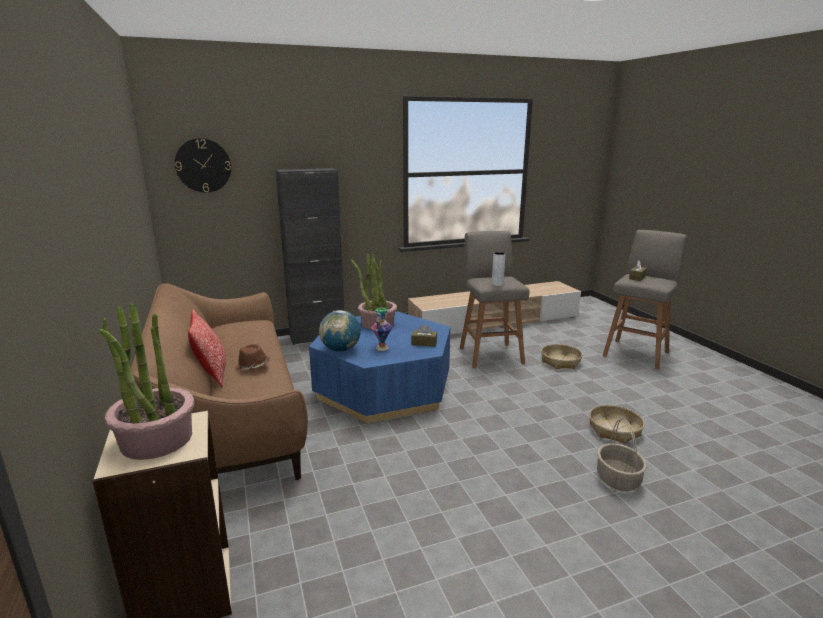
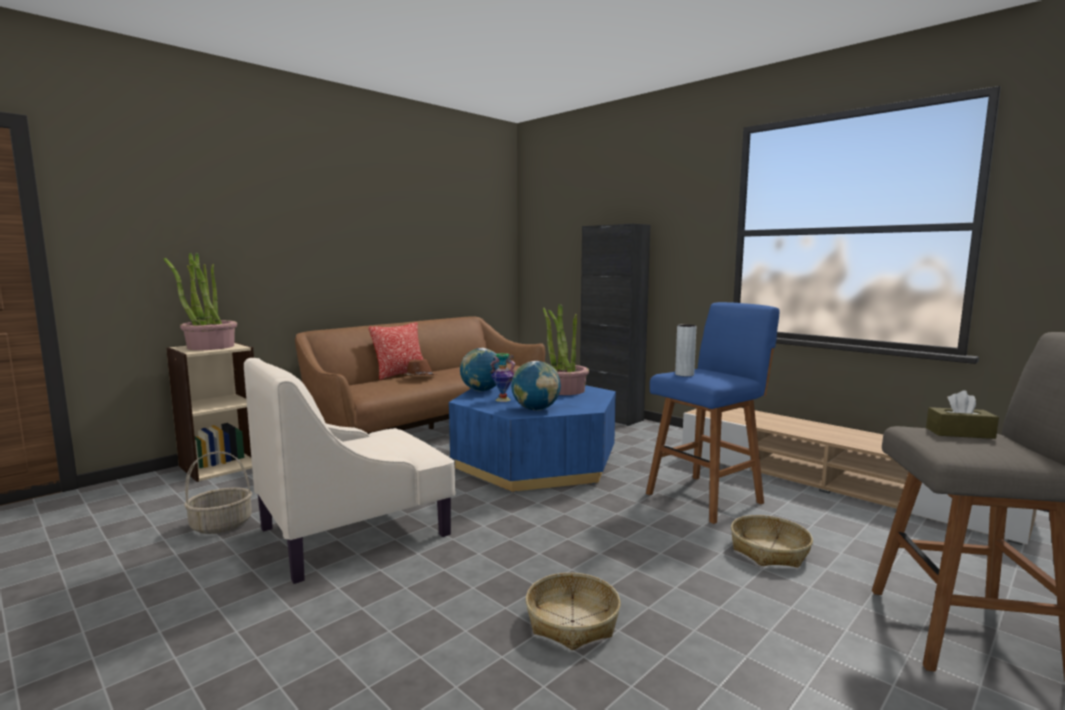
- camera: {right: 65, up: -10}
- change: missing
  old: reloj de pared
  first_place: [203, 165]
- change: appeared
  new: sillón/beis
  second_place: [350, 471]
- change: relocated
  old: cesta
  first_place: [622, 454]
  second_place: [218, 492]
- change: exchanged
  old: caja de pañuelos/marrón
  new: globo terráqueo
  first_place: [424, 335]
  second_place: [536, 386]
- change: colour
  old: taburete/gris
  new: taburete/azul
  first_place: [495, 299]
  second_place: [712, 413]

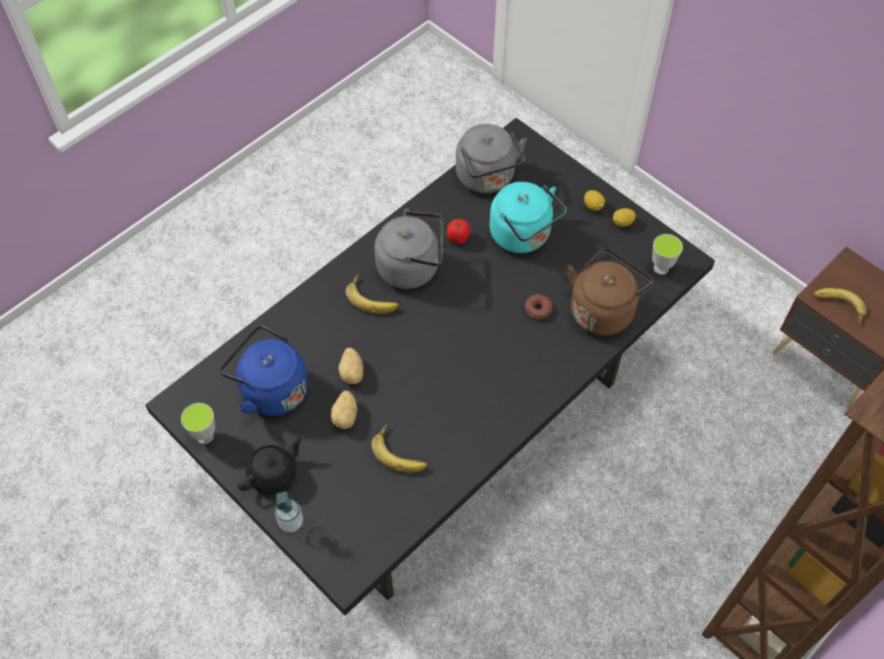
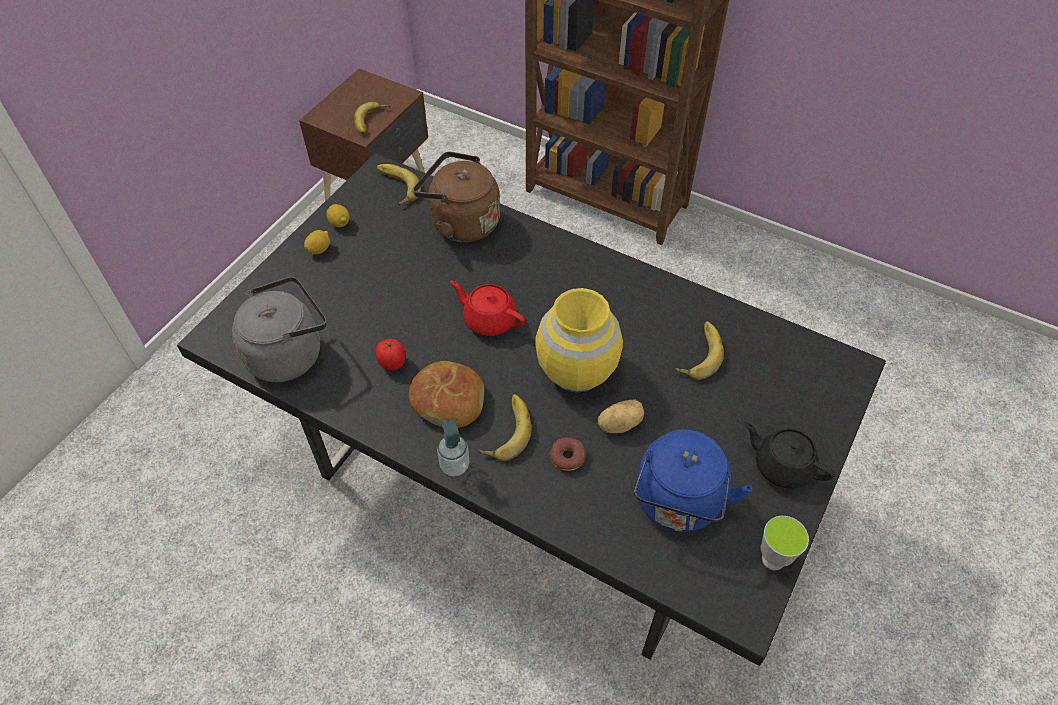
- camera: {right: -105, up: -5}
- change: missing
  old: patata
  first_place: [344, 410]
- change: missing
  old: hervidor/turquesa
  first_place: [528, 217]
- change: appeared
  new: tetera/rojo
  second_place: [487, 308]
- change: appeared
  new: florero/amarillo
  second_place: [579, 340]
- change: relocated
  old: dispensador de jabón
  first_place: [289, 512]
  second_place: [453, 448]
- change: relocated
  old: rosquilla
  first_place: [539, 306]
  second_place: [568, 454]
- change: exchanged
  old: hervidor/gris
  new: pan
  first_place: [409, 248]
  second_place: [446, 394]
- change: exchanged
  old: taza
  new: plátano
  first_place: [667, 254]
  second_place: [399, 184]

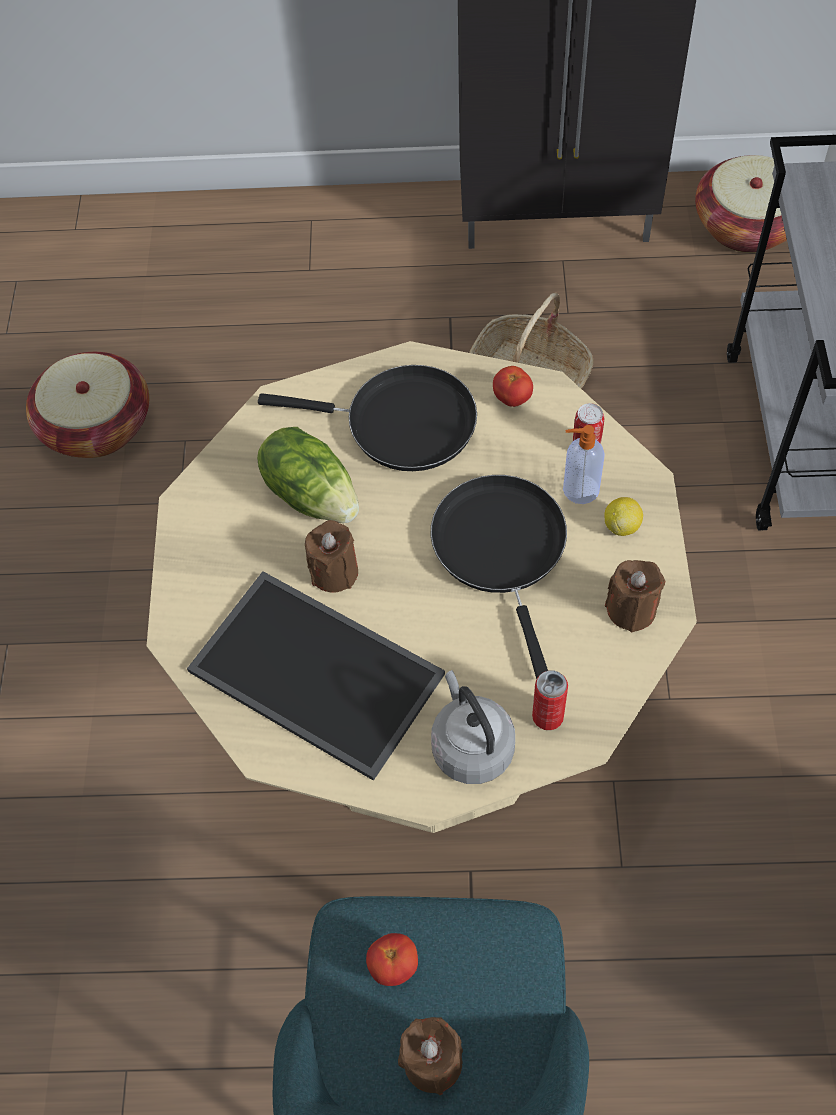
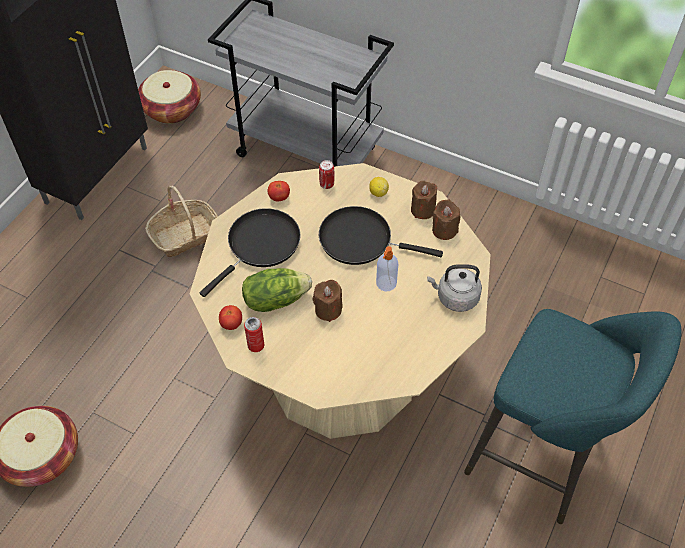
- camera: {right: -65, up: -5}
- change: missing
  old: bandeja
  first_place: [316, 676]
- change: relocated
  old: tomate
  first_place: [392, 959]
  second_place: [230, 317]
- change: relocated
  old: vela/marrón
  first_place: [430, 1056]
  second_place: [446, 219]
- change: relocated
  old: lata
  first_place: [550, 700]
  second_place: [254, 334]
- change: relocated
  old: dispensador de jabón
  first_place: [584, 464]
  second_place: [387, 268]

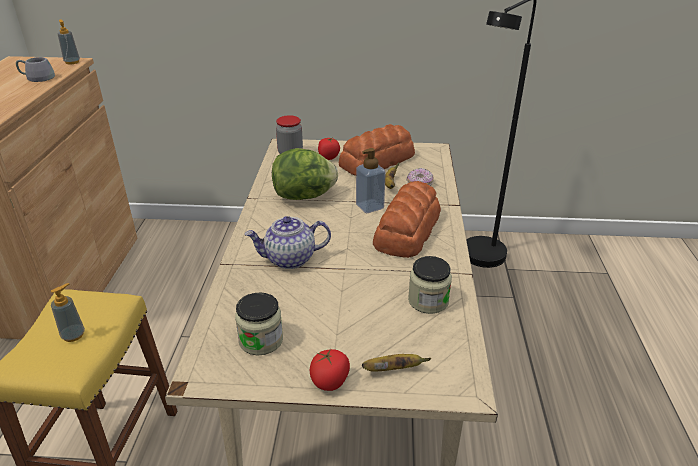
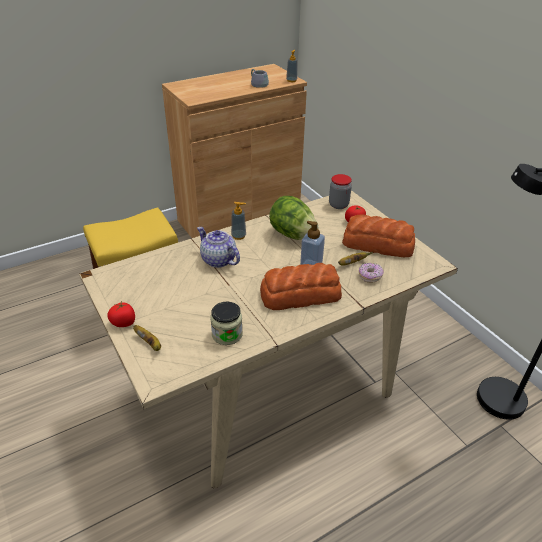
- camera: {right: 55, up: 5}
- change: missing
  old: tarro
  first_place: [259, 324]
- change: relocated
  old: dispensador de jabón
  first_place: [68, 312]
  second_place: [238, 221]

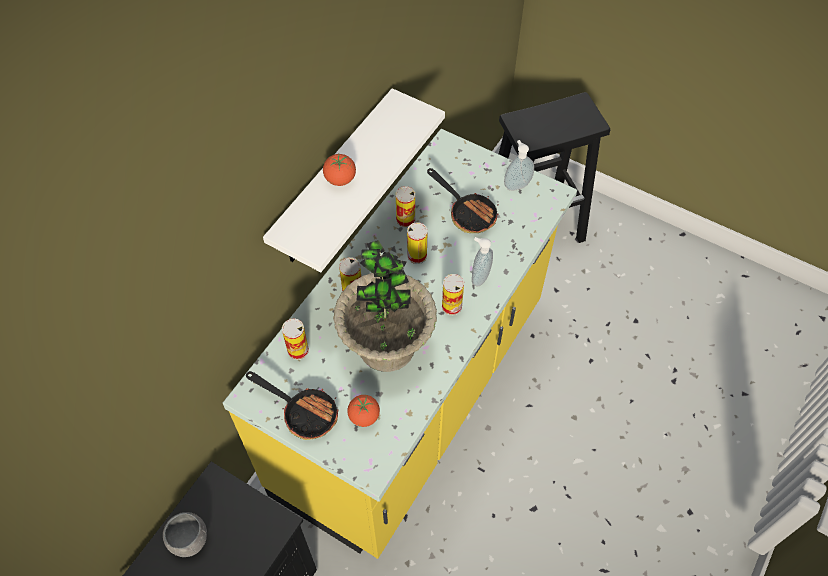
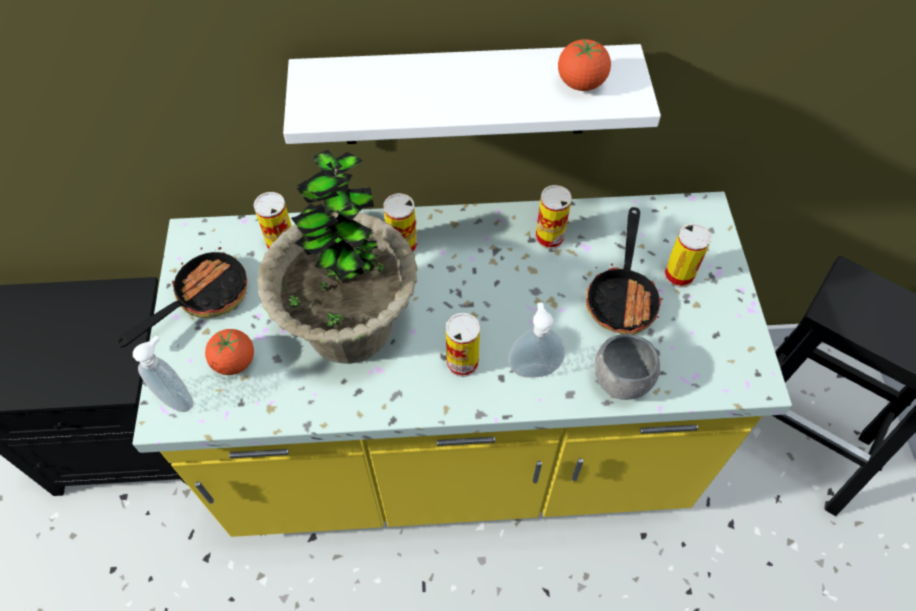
- camera: {right: 55, up: 0}
- change: relocated
  old: cuenco/gris
  first_place: [185, 534]
  second_place: [627, 367]
- change: relocated
  old: tomate
  first_place: [339, 170]
  second_place: [584, 64]
- change: relocated
  old: lata
  first_place: [417, 243]
  second_place: [688, 255]
- change: relocated
  old: dispensador de jabón
  first_place: [519, 165]
  second_place: [163, 374]
- change: spun
  old: sartén
  first_place: [292, 405]
  second_place: [181, 294]
  degrees: -135

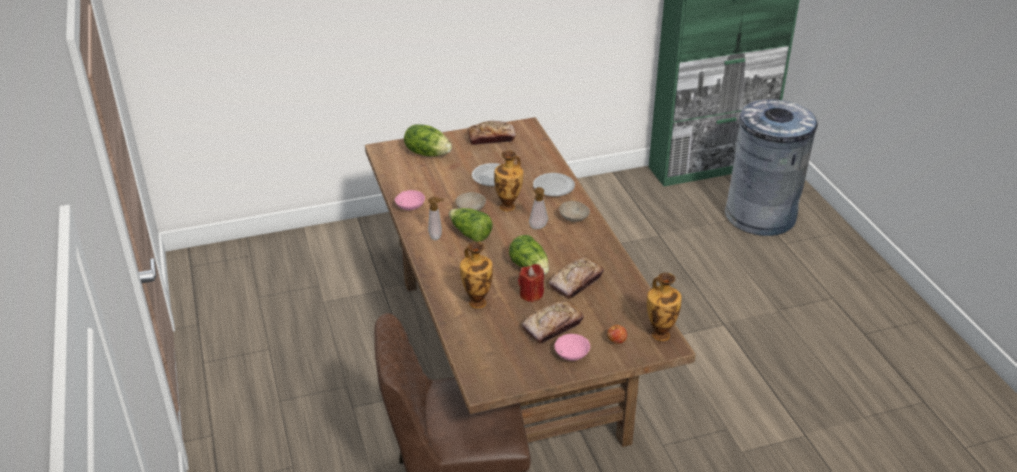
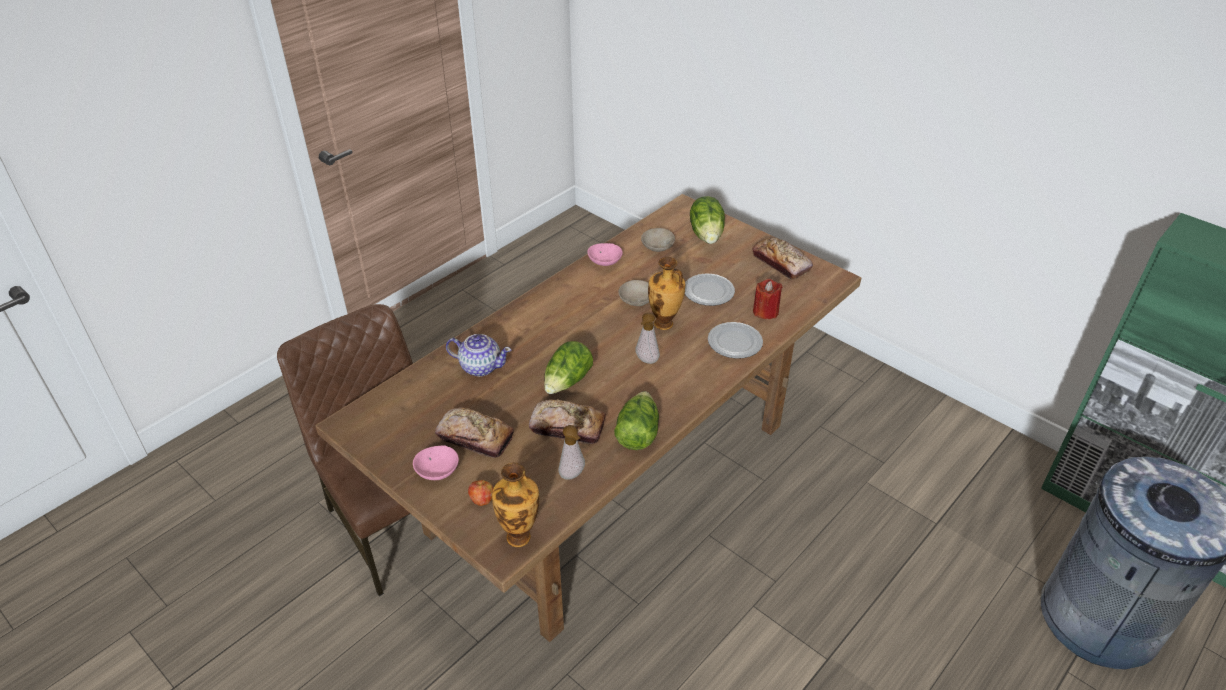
- camera: {right: 60, up: 5}
- change: relocated
  old: dispensador de jabón
  first_place: [436, 218]
  second_place: [571, 452]
- change: relocated
  old: lechuga
  first_place: [471, 225]
  second_place: [636, 420]
- change: relocated
  old: vela/rojo
  first_place: [531, 283]
  second_place: [767, 299]
- change: relocated
  old: cuenco/beis
  first_place: [574, 211]
  second_place: [658, 240]
- change: exchanged
  old: florero
  new: tetera
  first_place: [476, 275]
  second_place: [478, 355]

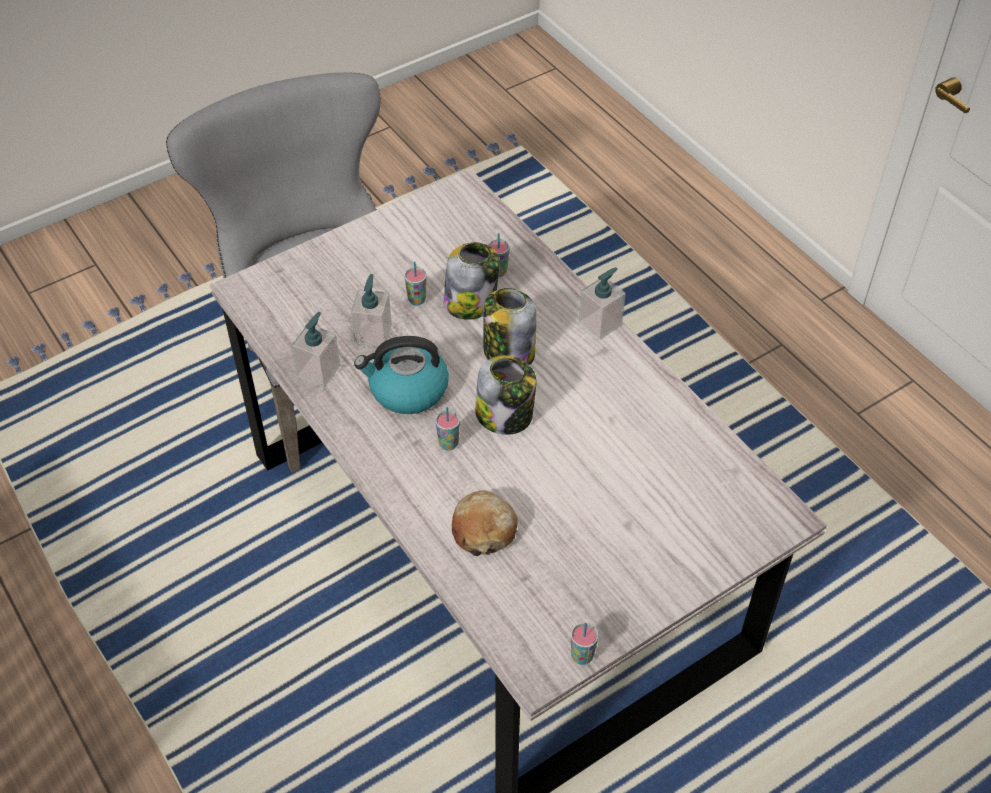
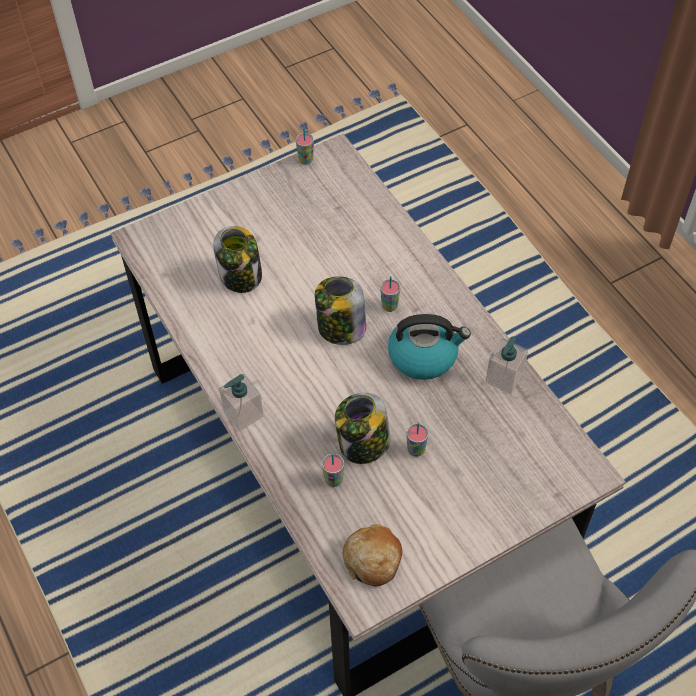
- camera: {right: -175, up: 5}
- change: missing
  old: dispensador de jabón
  first_place: [371, 310]
- change: relocated
  old: pan
  first_place: [485, 523]
  second_place: [372, 555]
- change: relocated
  old: tarro
  first_place: [509, 326]
  second_place: [237, 259]

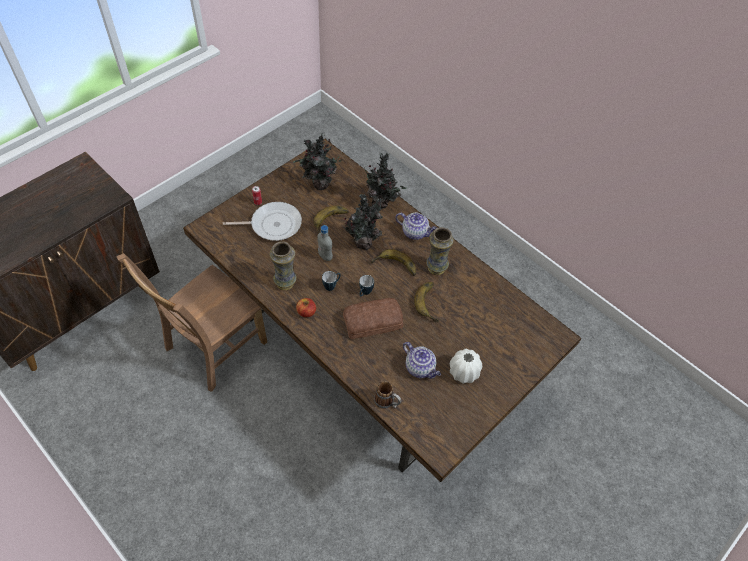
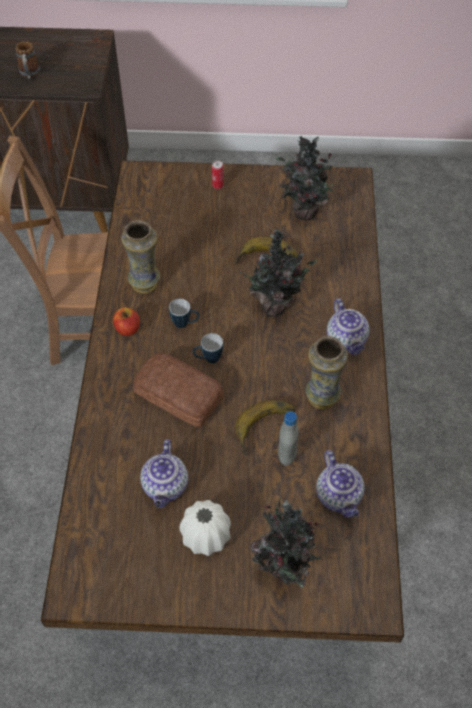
- camera: {right: 50, up: 0}
- change: missing
  old: sartén
  first_place: [262, 221]
- change: missing
  old: plátano
  first_place: [393, 262]
- change: appeared
  new: tetera
  second_place: [340, 484]
- change: relocated
  old: botella/gris
  first_place: [325, 243]
  second_place: [288, 438]
- change: relocated
  old: planta en maceta
  first_place: [385, 181]
  second_place: [286, 539]
- change: relocated
  old: taza grande
  first_place: [388, 395]
  second_place: [28, 60]

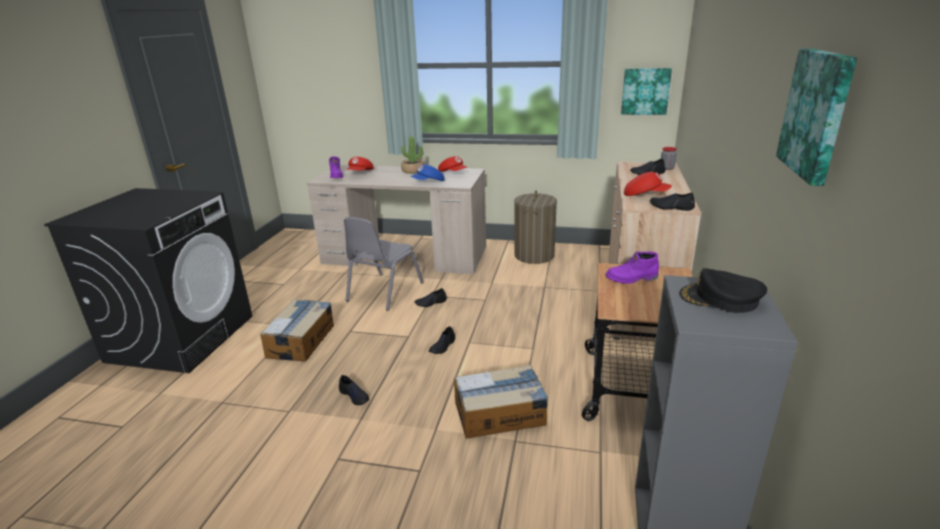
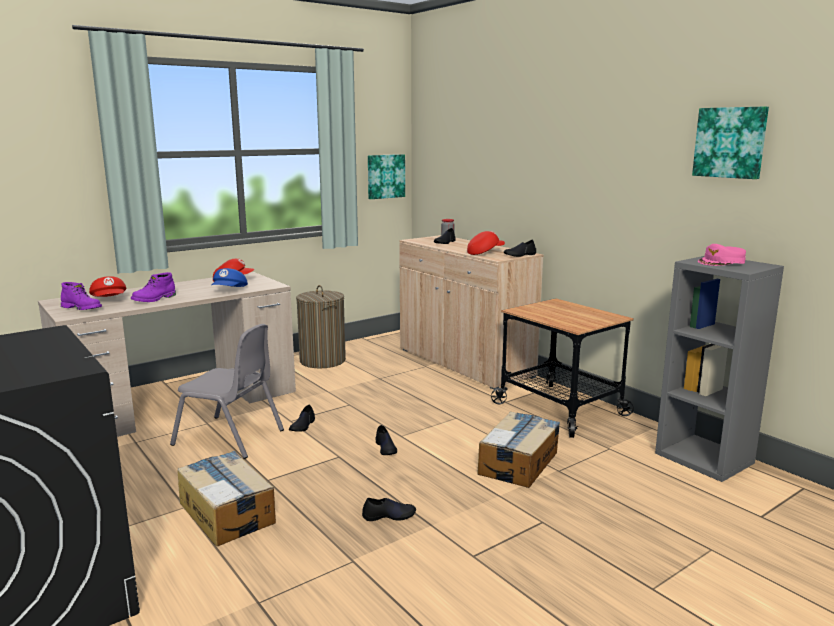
- camera: {right: -50, up: -10}
- change: missing
  old: planta en maceta
  first_place: [412, 155]
- change: relocated
  old: bota/morado
  first_place: [632, 268]
  second_place: [153, 287]
- change: colour
  old: gorra/negro
  new: gorra/rosa
  first_place: [723, 290]
  second_place: [722, 255]
- change: spun
  old: silla/gris
  first_place: [384, 264]
  second_place: [227, 391]
  degrees: -45

